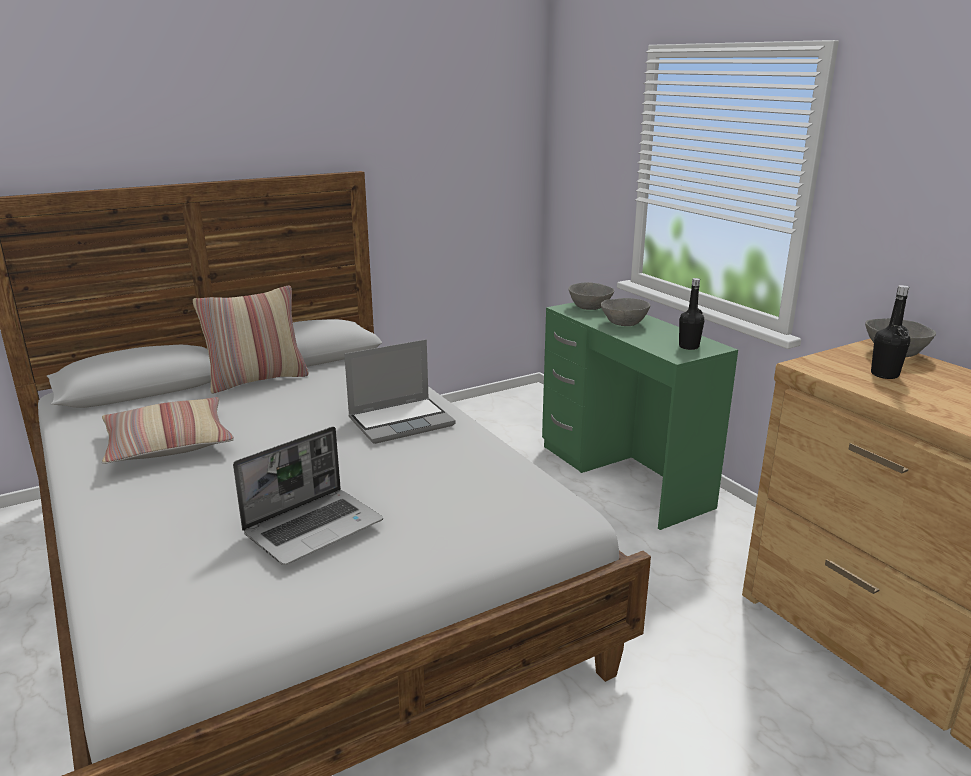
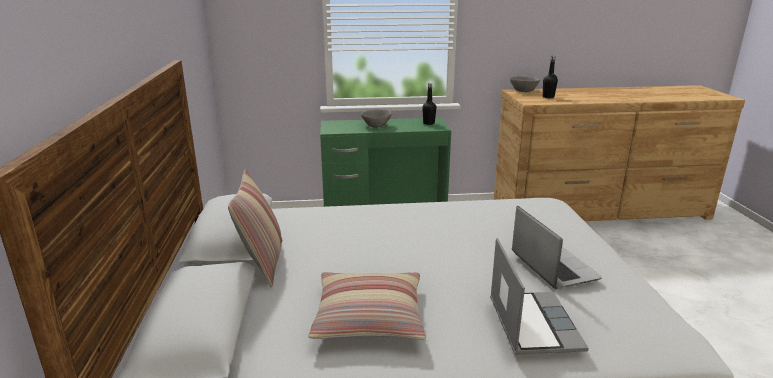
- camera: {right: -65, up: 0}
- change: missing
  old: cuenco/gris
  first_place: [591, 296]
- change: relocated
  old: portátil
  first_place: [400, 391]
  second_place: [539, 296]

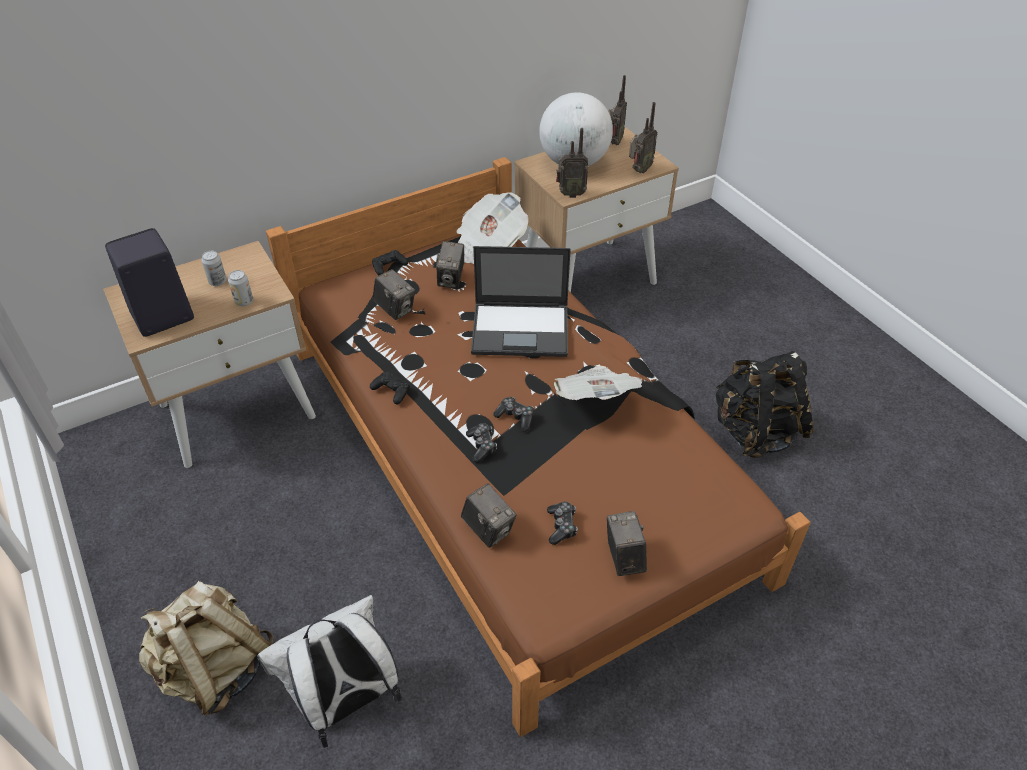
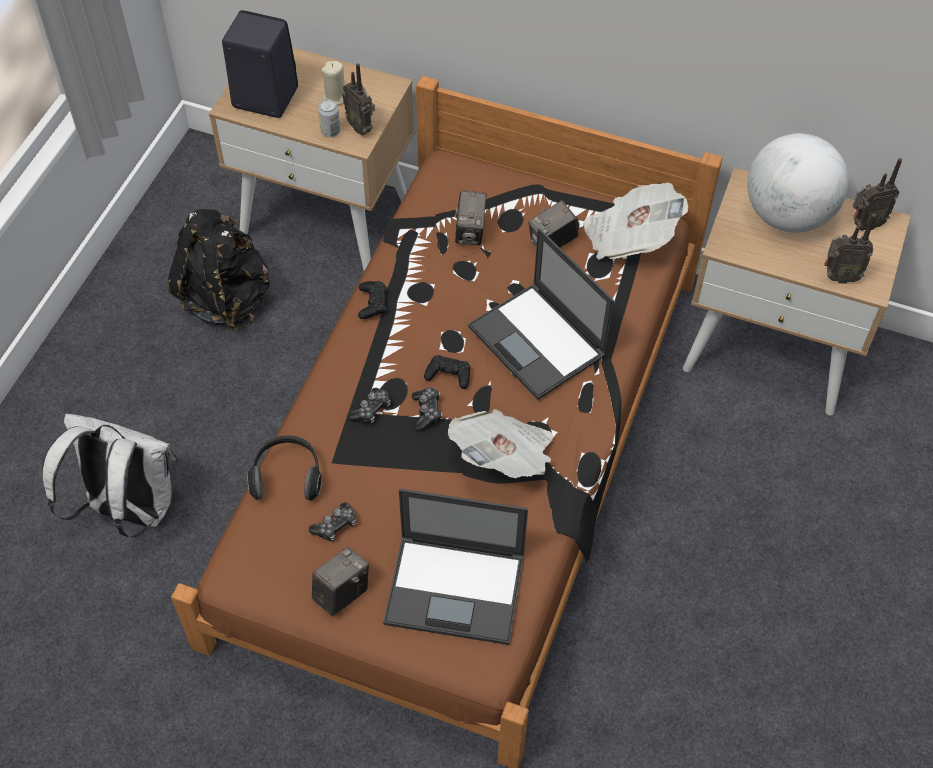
- camera: {right: 50, up: 10}
- change: missing
  old: mochila/beis
  first_place: [206, 648]
- change: appeared
  new: portátil
  second_place: [455, 567]
- change: relocated
  old: mando de consola/negro
  first_place: [390, 262]
  second_place: [447, 372]
- change: relocated
  old: radio
  first_place: [572, 163]
  second_place: [358, 99]
- change: relocated
  old: mochila/negro
  first_place: [765, 404]
  second_place: [218, 270]
- change: exchanged
  old: lata
  new: vela/beis
  first_place: [214, 268]
  second_place: [333, 83]
- change: exchanged
  old: cámara
  new: auriculares
  first_place: [489, 515]
  second_place: [284, 468]

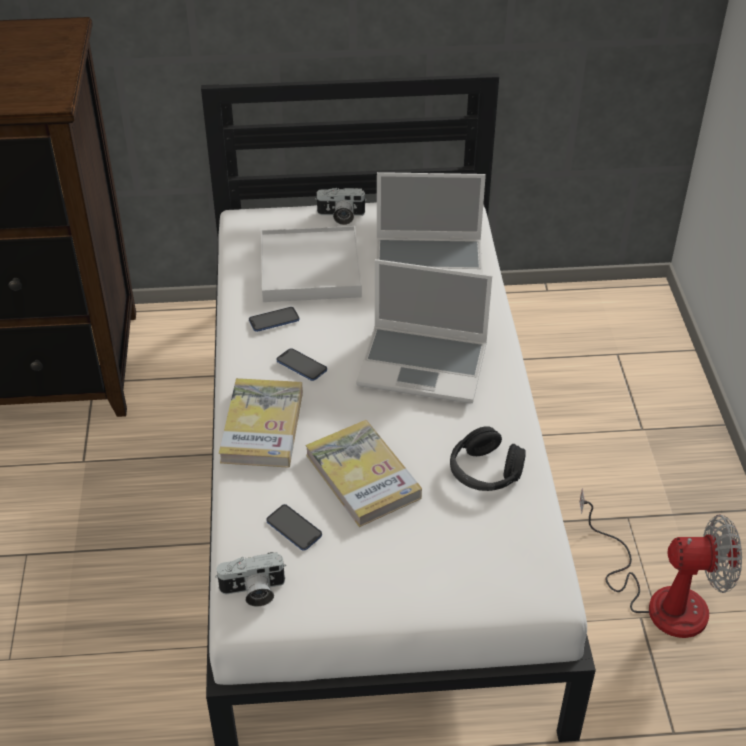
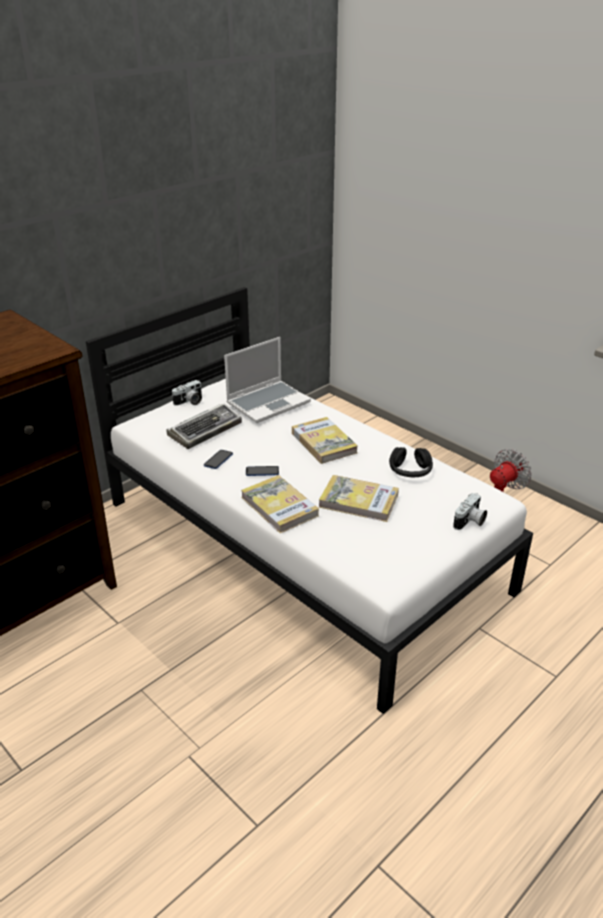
- camera: {right: -40, up: -10}
- change: missing
  old: móvil
  first_place: [294, 527]
- change: relocated
  old: cámara
  first_place: [250, 579]
  second_place: [470, 511]
- change: exchanged
  old: bandeja/blanco
  new: teclado
  first_place: [311, 264]
  second_place: [204, 426]
- change: exchanged
  old: portátil
  new: libro
  first_place: [424, 331]
  second_place: [325, 440]

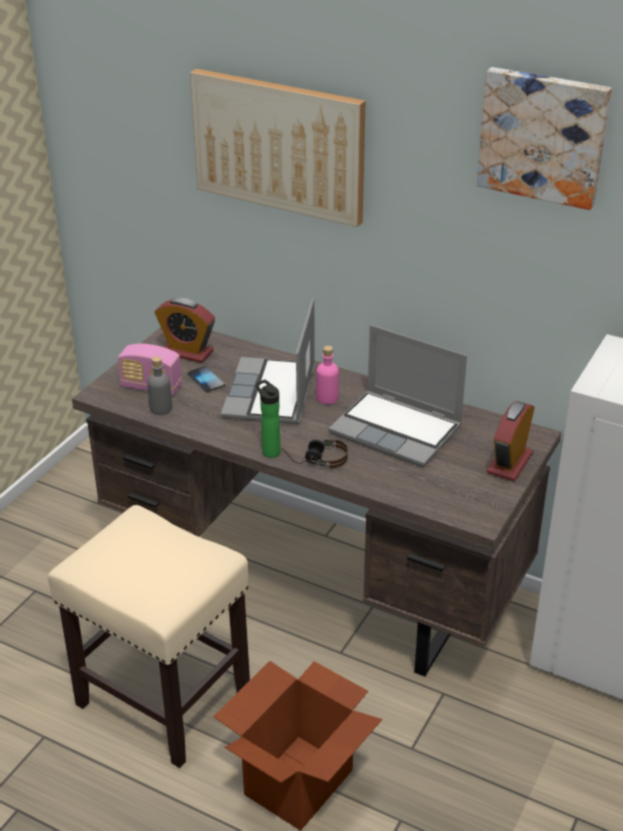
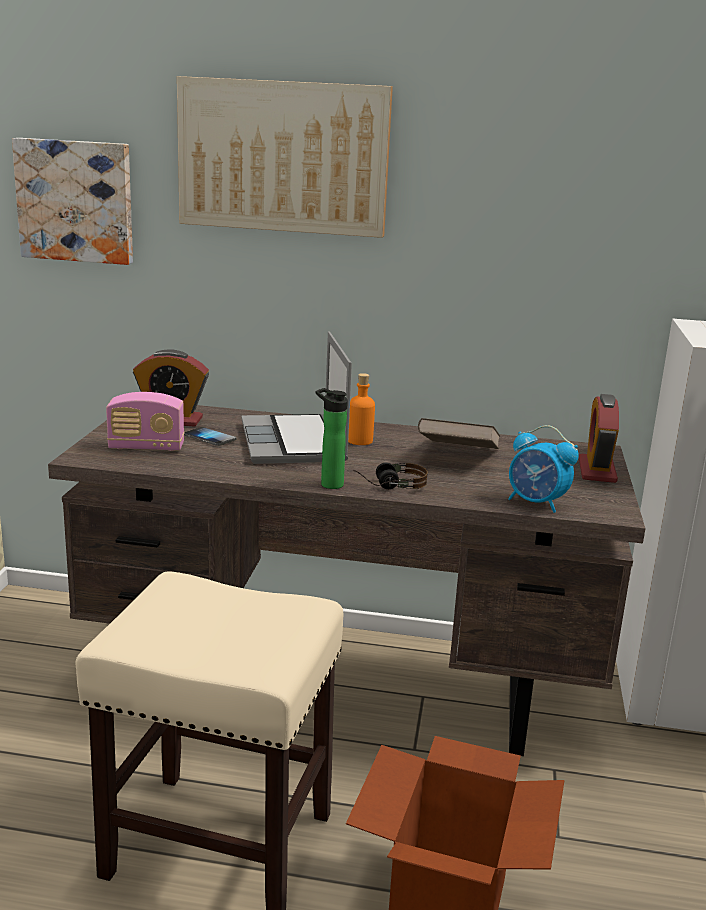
- camera: {right: -20, up: -15}
- change: missing
  old: botella/gris
  first_place: [159, 385]
- change: appeared
  new: despertador
  second_place: [543, 469]
- change: relocated
  old: cuadro
  first_place: [544, 138]
  second_place: [72, 201]
- change: exchanged
  old: portátil
  new: libro/marrón
  first_place: [397, 396]
  second_place: [459, 433]
- change: colour
  old: botella/rosa
  new: botella/naranja
  first_place: [327, 375]
  second_place: [361, 409]

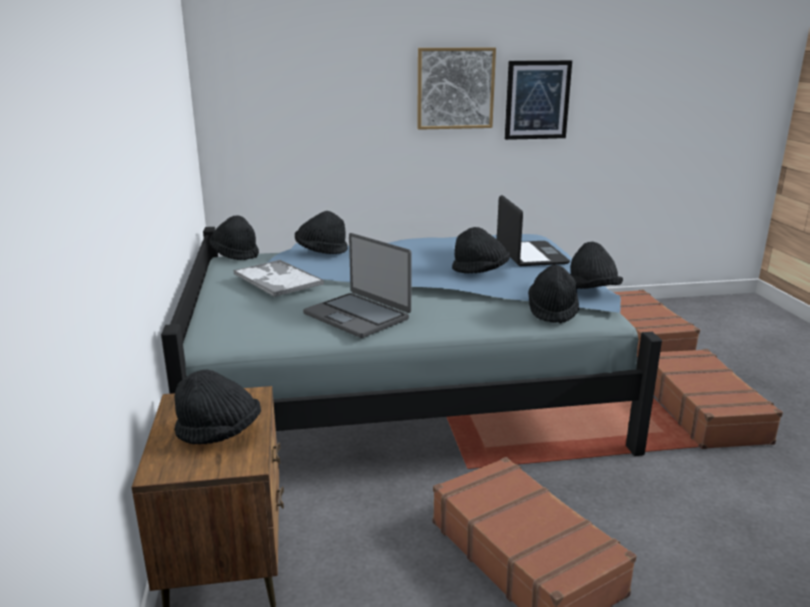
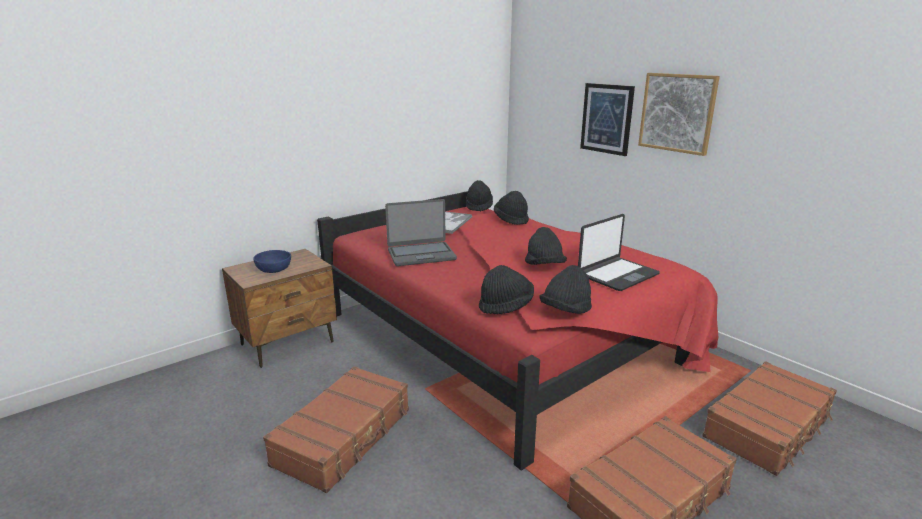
- camera: {right: 60, up: 0}
- change: relocated
  old: cuadro
  first_place: [538, 100]
  second_place: [607, 119]
- change: exchanged
  old: sombrero/negro
  new: cuenco/azul
  first_place: [218, 407]
  second_place: [272, 261]
- change: colour
  old: cama/azul
  new: cama/rojo
  first_place: [411, 341]
  second_place: [518, 331]
- change: spun
  old: portátil
  first_place: [357, 285]
  second_place: [421, 232]
  degrees: -120

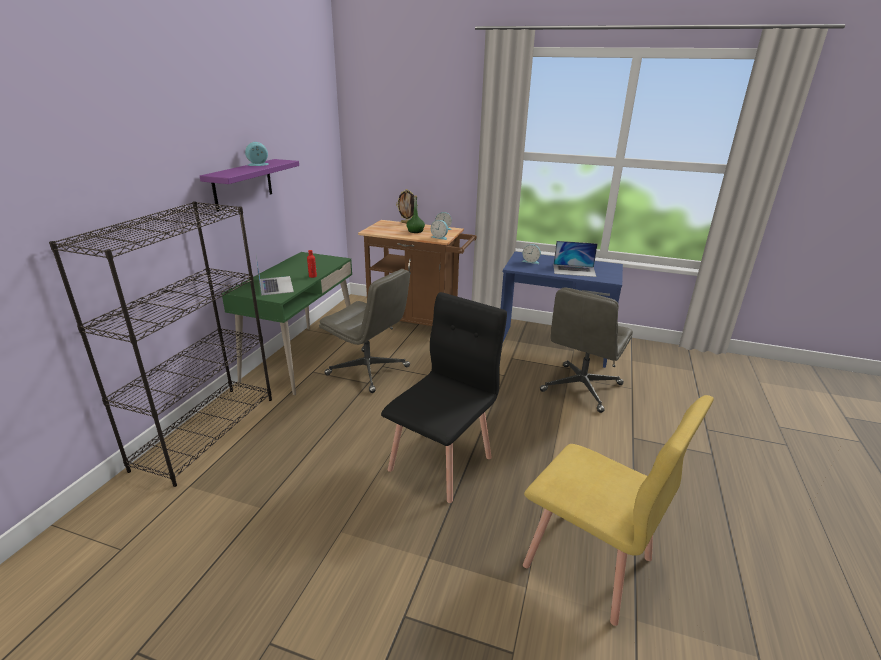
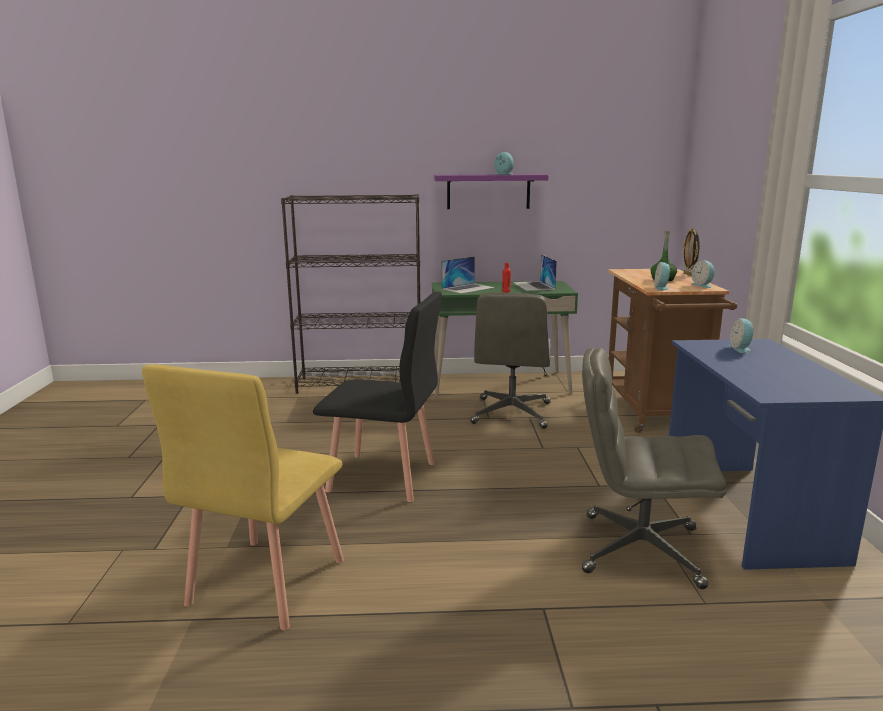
- camera: {right: 70, up: -10}
- change: relocated
  old: portátil
  first_place: [576, 259]
  second_place: [535, 273]

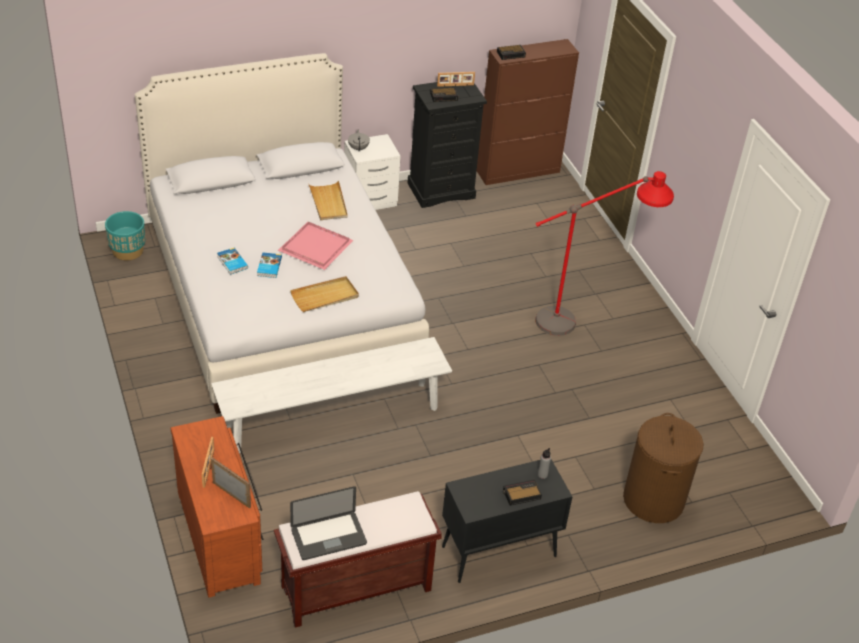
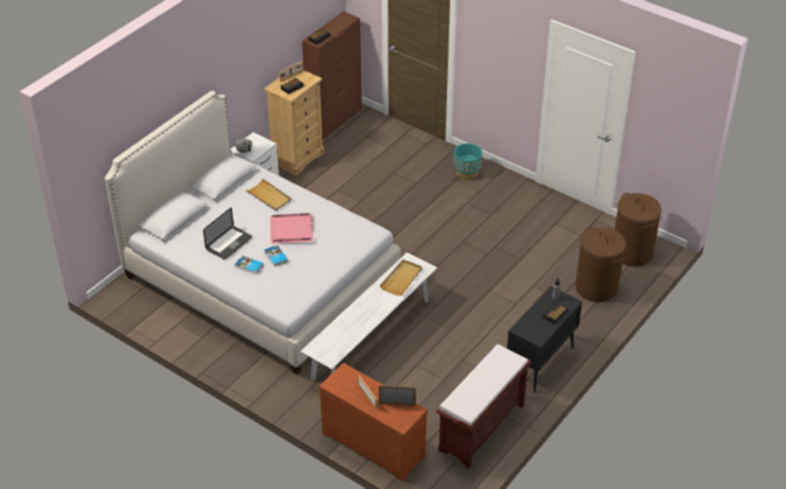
- camera: {right: -30, up: 0}
- change: missing
  old: lámpara de pie/rojo
  first_place: [604, 253]
- change: appeared
  new: cesto de la ropa/marrón
  second_place: [638, 230]
- change: relocated
  old: maceta/turquesa
  first_place: [125, 235]
  second_place: [468, 161]
- change: relocated
  old: bandeja/beis
  first_place: [324, 294]
  second_place: [401, 278]
- change: relocated
  old: portátil
  first_place: [328, 523]
  second_place: [227, 233]
- change: colour
  old: cómoda/negro
  new: cómoda/beis
  first_place: [447, 145]
  second_place: [294, 122]

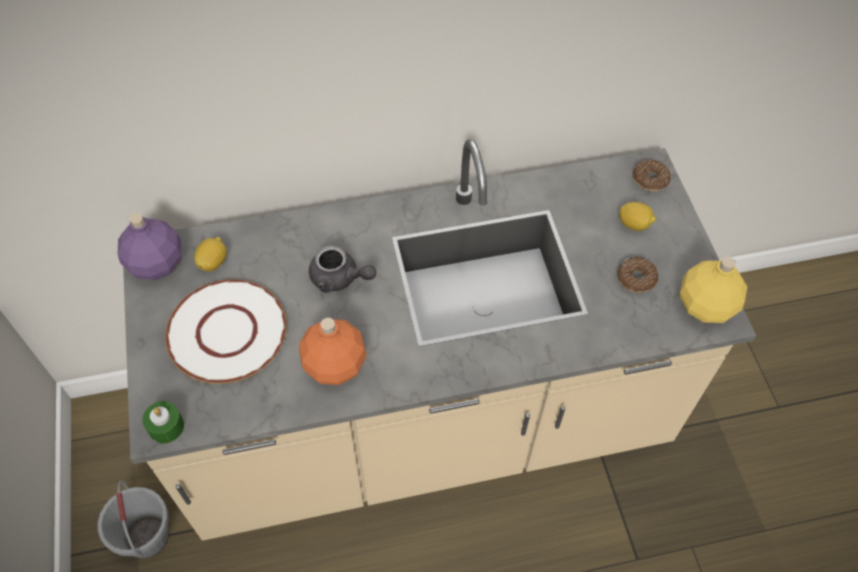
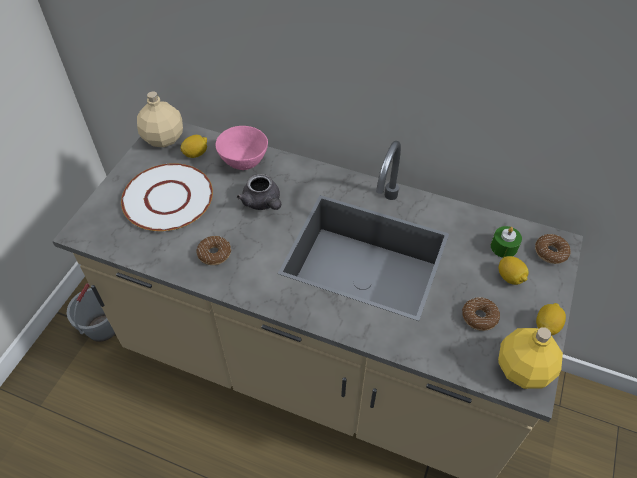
- camera: {right: 35, up: -5}
- change: appeared
  new: cuenco/rosa
  second_place: [241, 148]
- change: appeared
  new: limón
  second_place: [551, 319]
- change: relocated
  old: vela/verde
  first_place: [163, 422]
  second_place: [506, 242]
- change: exchanged
  old: botella/naranja
  new: rosquilla
  first_place: [333, 351]
  second_place: [213, 250]
- change: colour
  old: botella/morado
  new: botella/beis
  first_place: [149, 246]
  second_place: [160, 119]

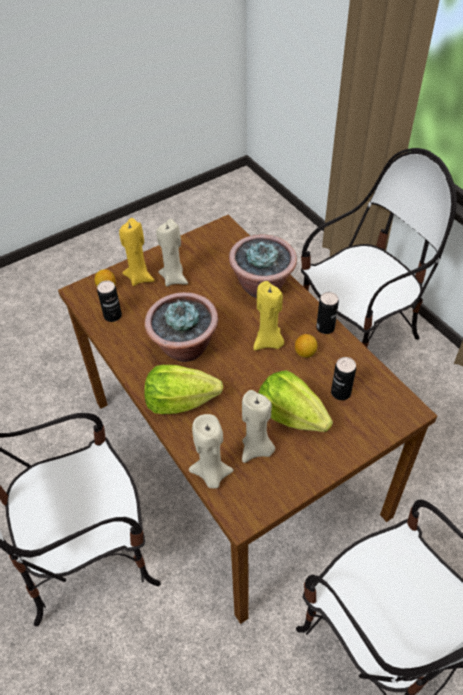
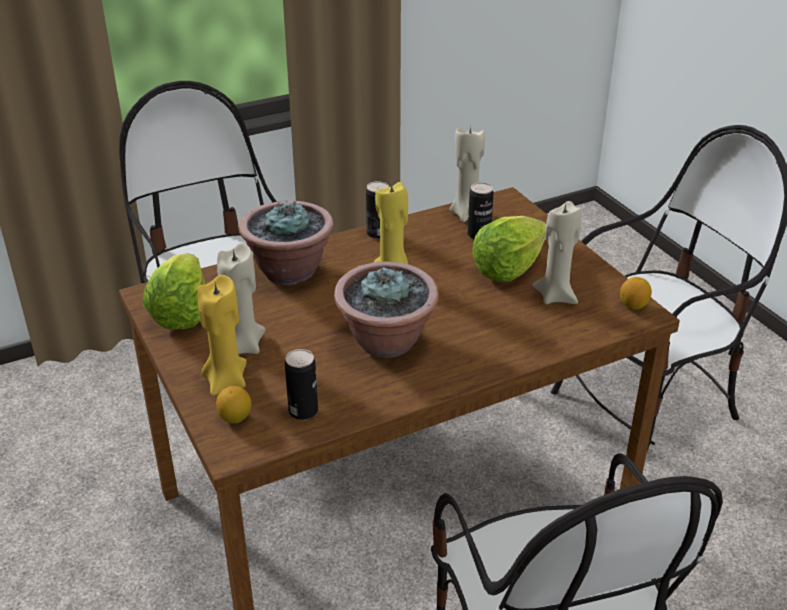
- camera: {right: -85, up: -15}
- change: relocated
  old: lechuga
  first_place: [183, 389]
  second_place: [174, 291]
- change: relocated
  old: vela/beis
  first_place: [211, 451]
  second_place: [467, 174]
- change: relocated
  old: limón
  first_place: [306, 346]
  second_place: [636, 293]

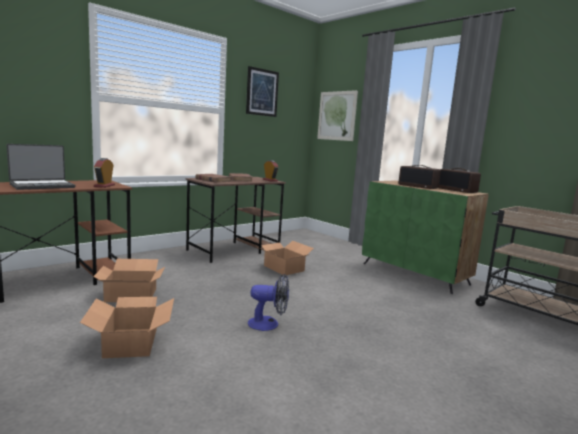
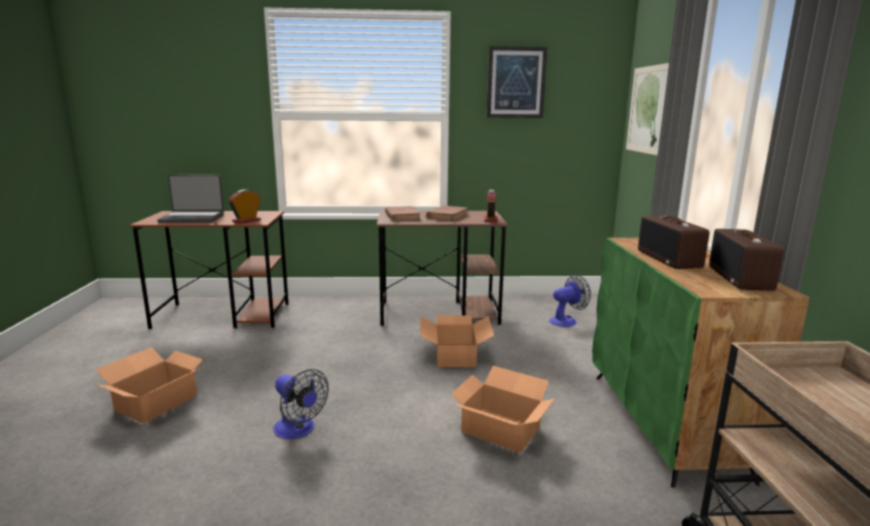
- camera: {right: 40, up: 5}
- change: appeared
  new: ventilador
  second_place: [570, 300]
- change: relocated
  old: caja de cartón
  first_place: [129, 280]
  second_place: [503, 409]

